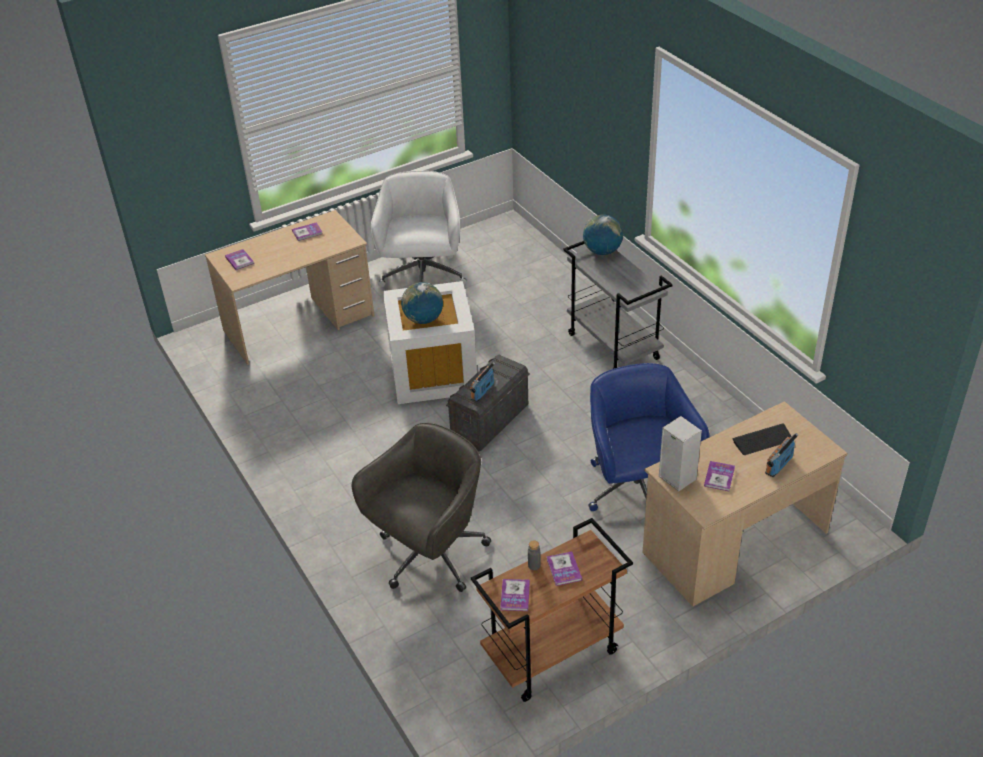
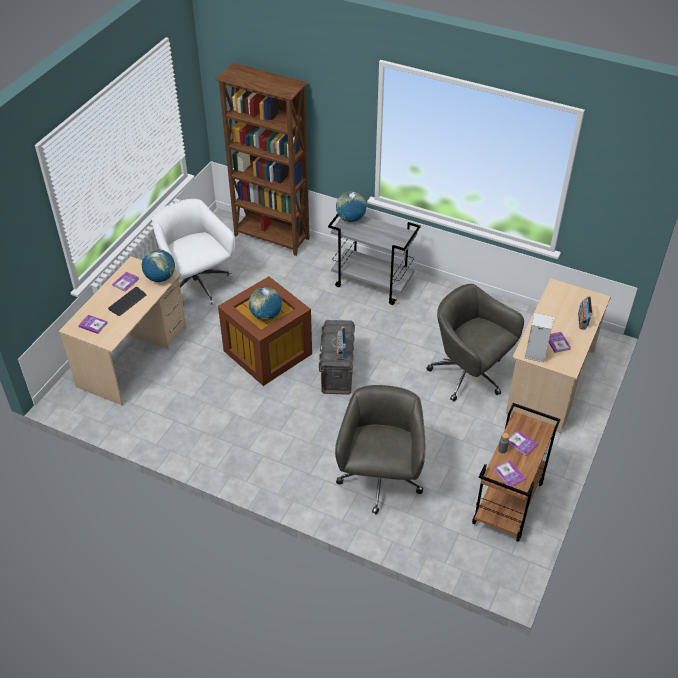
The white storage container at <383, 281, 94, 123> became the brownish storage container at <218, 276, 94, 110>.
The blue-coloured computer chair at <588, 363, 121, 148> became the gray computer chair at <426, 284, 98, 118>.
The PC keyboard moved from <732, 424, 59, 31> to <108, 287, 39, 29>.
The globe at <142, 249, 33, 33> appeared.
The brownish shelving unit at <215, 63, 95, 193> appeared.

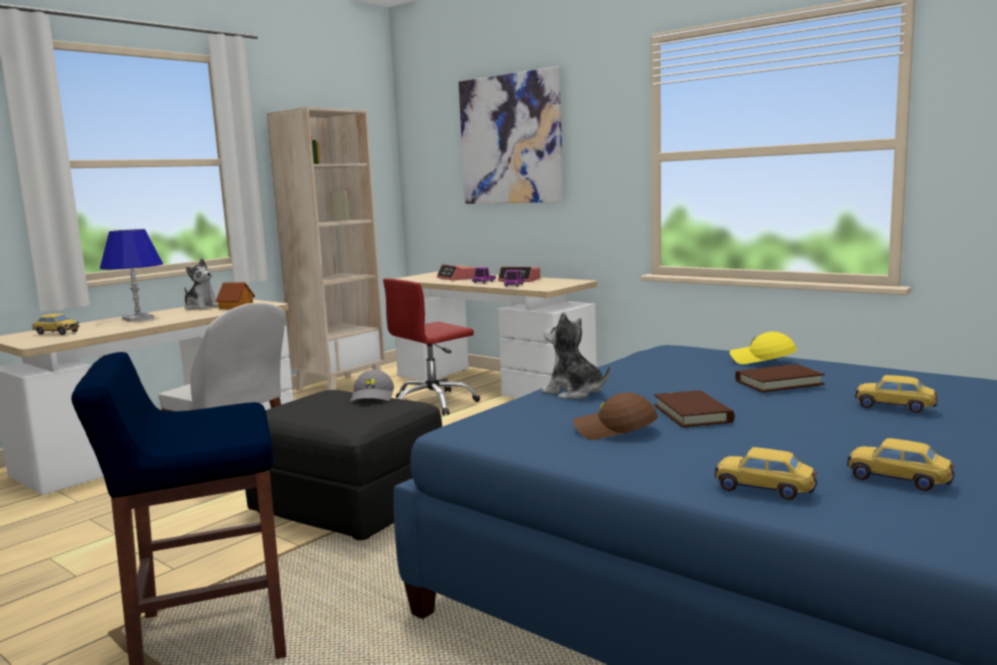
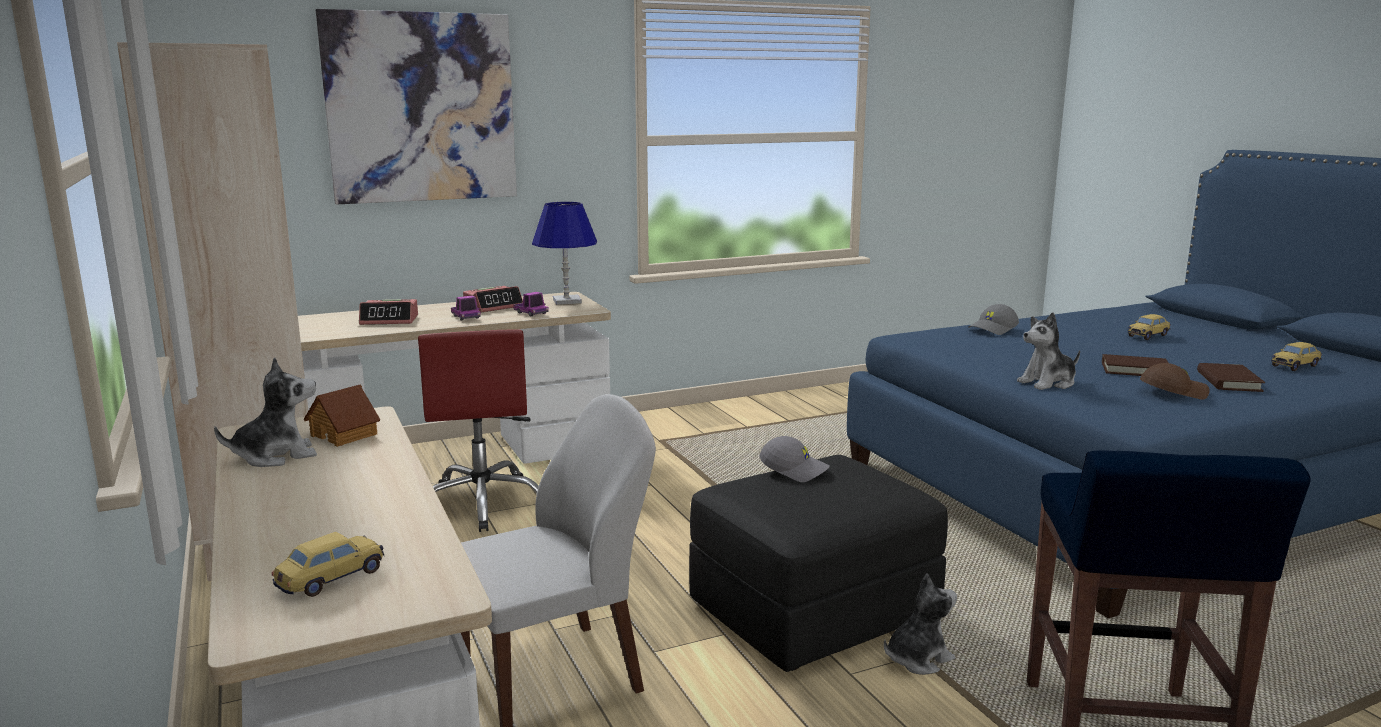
The blue-coloured tabletop lamp moved from <100, 229, 63, 93> to <532, 202, 65, 103>.
The brownish cap at <573, 393, 85, 47> turned 135 degrees counterclockwise.
The miniature car at <715, 447, 102, 53> disappeared.
The yellowish cap at <730, 332, 67, 32> became the gray cap at <968, 304, 51, 31>.
The brownish bound book moved from <735, 364, 90, 28> to <1197, 363, 68, 29>.
The cuddly toy at <884, 573, 73, 102> appeared.

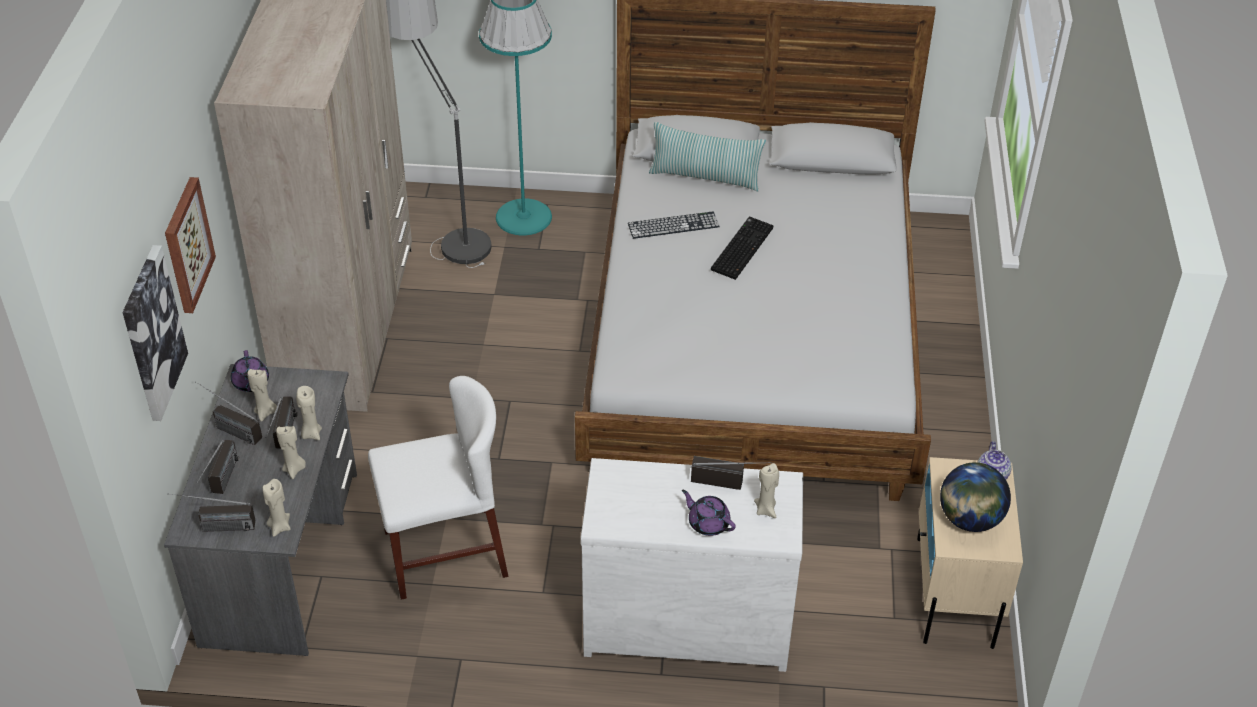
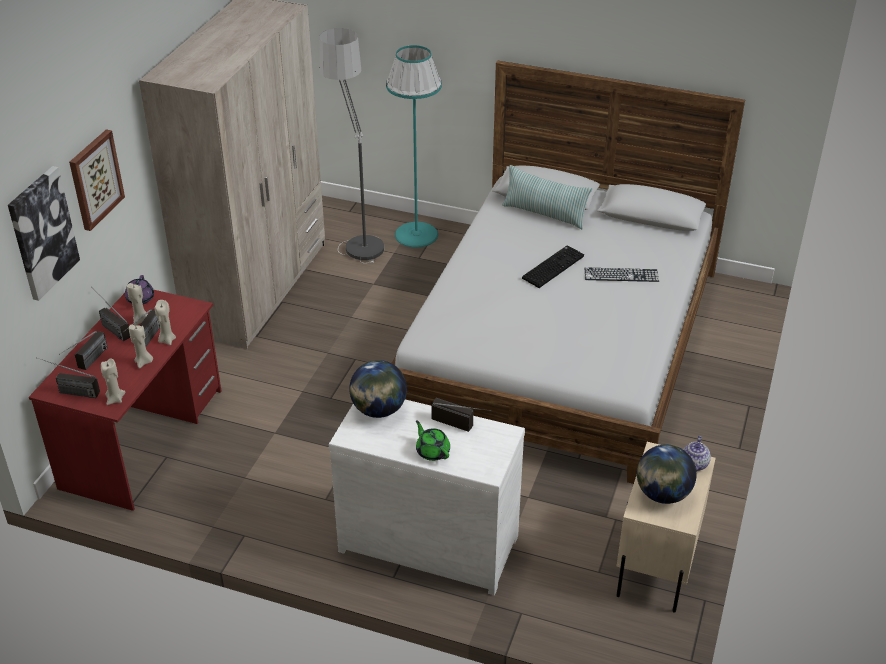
The gray desk unit at <164, 364, 193, 292> became the red-coloured desk unit at <29, 290, 192, 221>.
The white plain chair at <368, 376, 140, 224> disappeared.
The PC keyboard moved from <628, 211, 92, 28> to <584, 268, 75, 14>.
The purple pot for tea at <682, 490, 54, 46> became the greenish pot for tea at <416, 420, 34, 41>.
The beige candle at <754, 463, 25, 55> disappeared.
The globe at <349, 360, 58, 58> appeared.

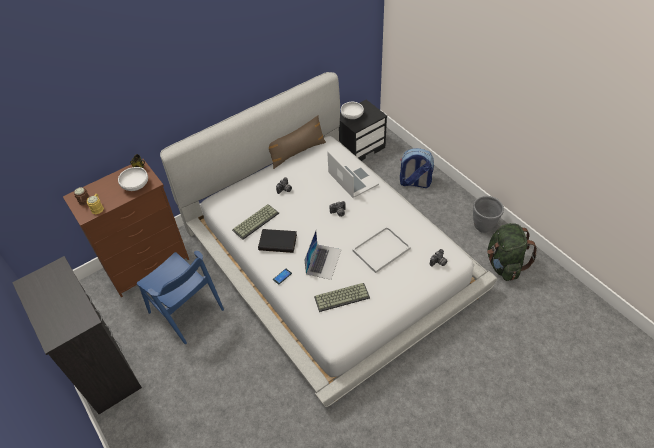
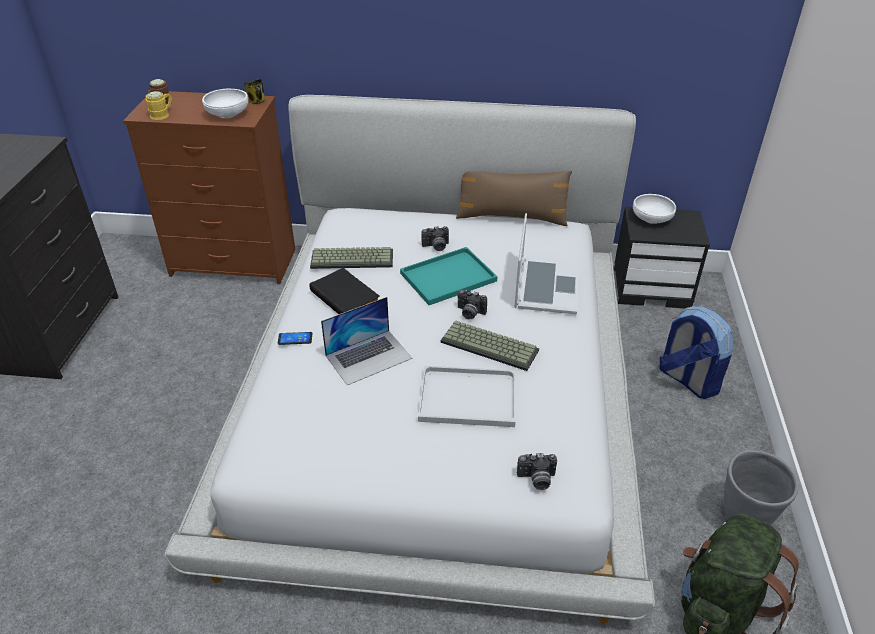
The blue-coloured plain chair at <137, 251, 87, 93> disappeared.
The PC keyboard moved from <314, 283, 56, 29> to <440, 320, 99, 51>.
The turquoise tray at <400, 247, 98, 58> appeared.

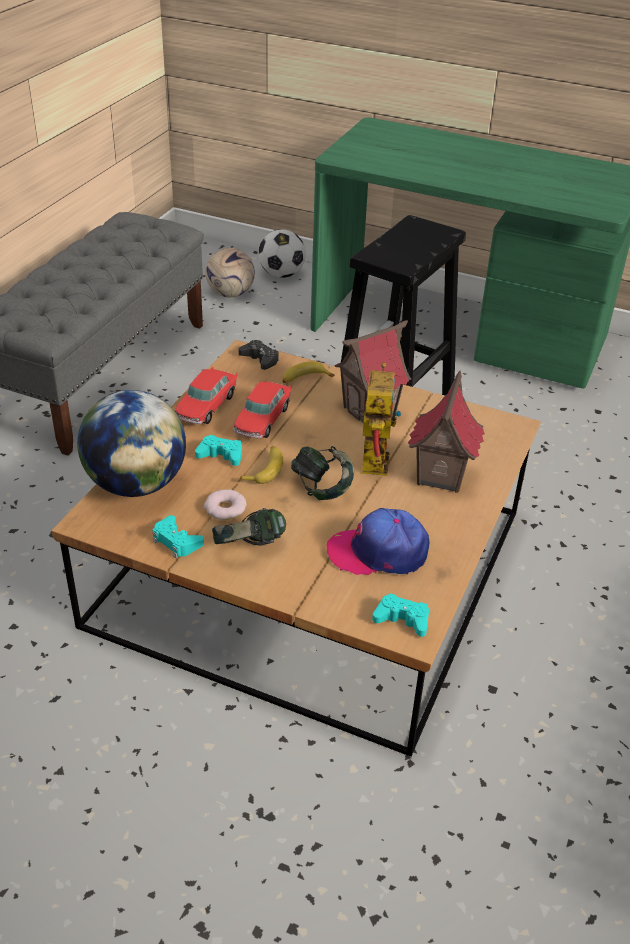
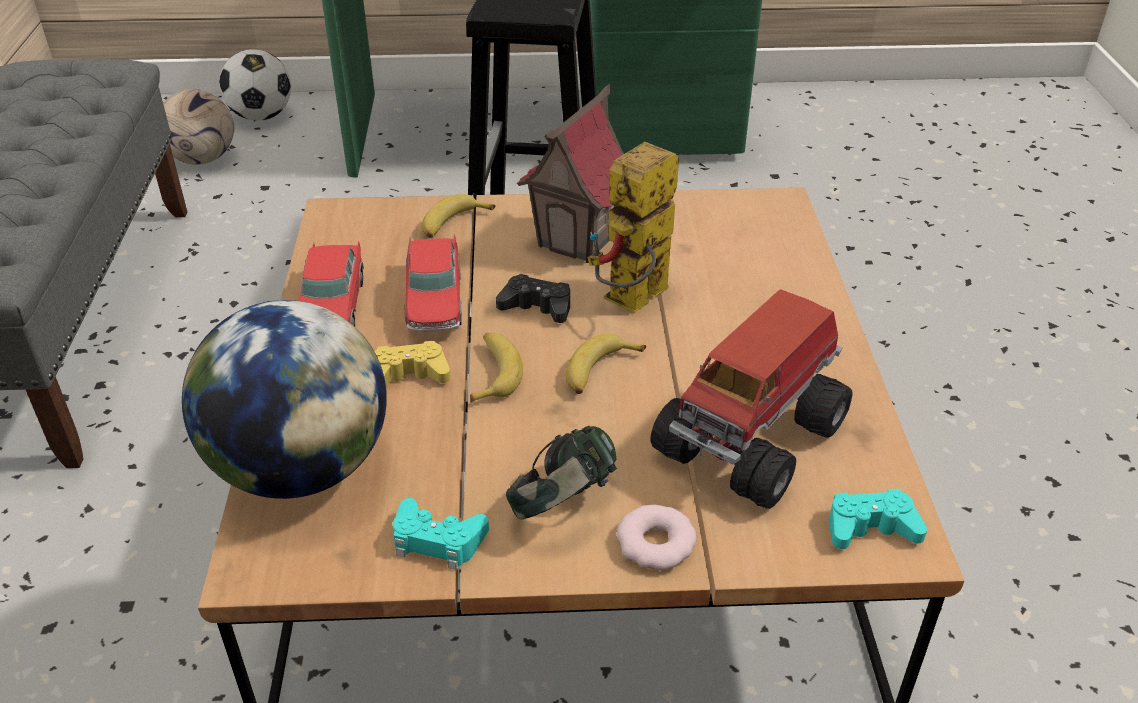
The turquoise gamepad at <195, 435, 47, 31> became the yellowish gamepad at <374, 340, 77, 46>.
The donut moved from <204, 489, 43, 31> to <617, 505, 80, 65>.
The black gamepad moved from <238, 340, 41, 30> to <496, 274, 74, 49>.
The headphones at <291, 446, 63, 54> was replaced by the banana fruit at <566, 334, 80, 60>.
The cap at <326, 508, 103, 67> was replaced by the model truck at <650, 289, 202, 220>.
The toy robot at <351, 363, 50, 113> turned 120 degrees counterclockwise.
The model house at <408, 371, 77, 122> disappeared.

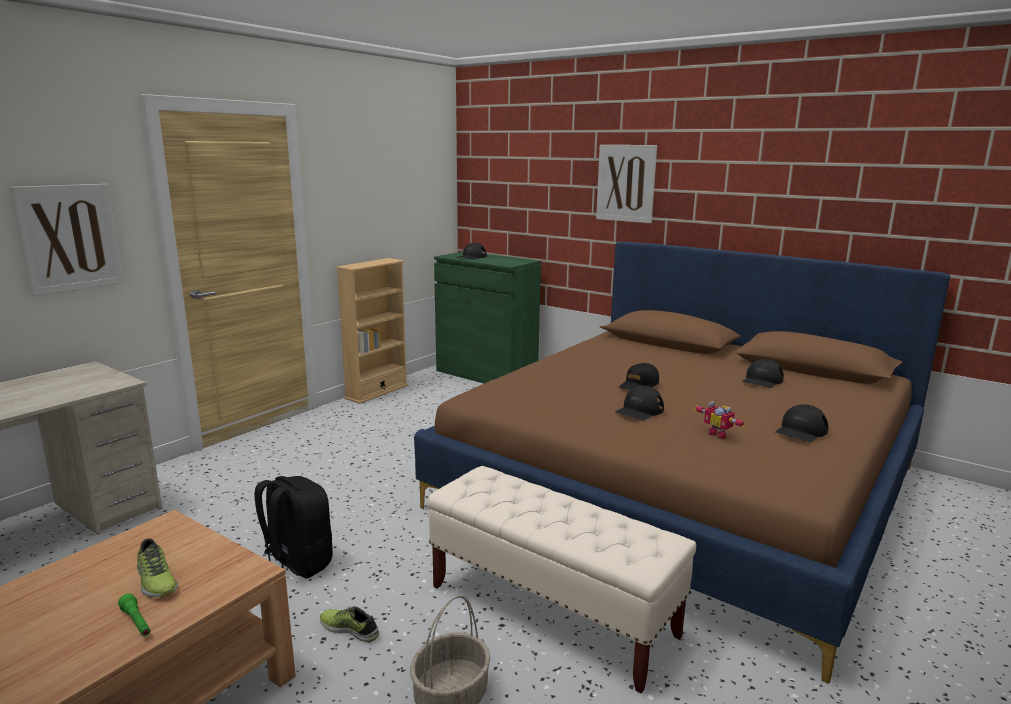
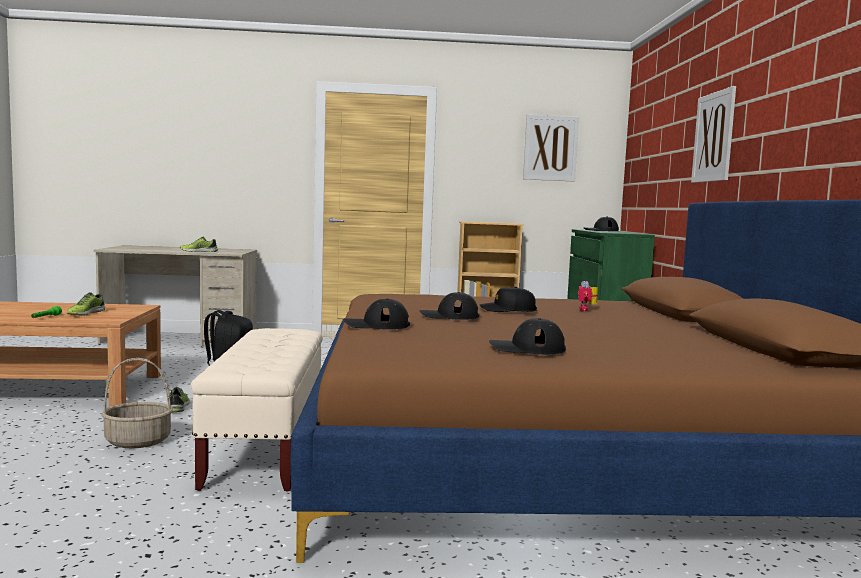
The wall art moved from <10, 184, 114, 112> to <523, 114, 56, 67>.
The toy robot moved from <694, 401, 53, 38> to <578, 281, 20, 30>.
The black cap moved from <742, 359, 42, 29> to <344, 299, 66, 30>.
The shoe at <180, 236, 38, 16> appeared.

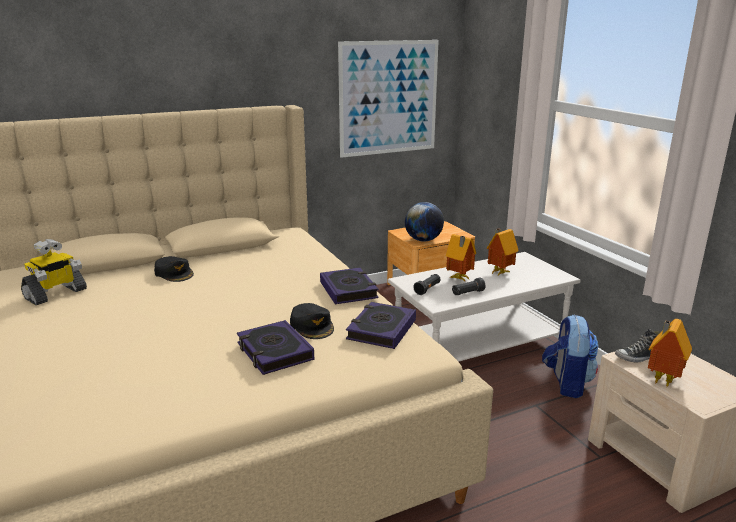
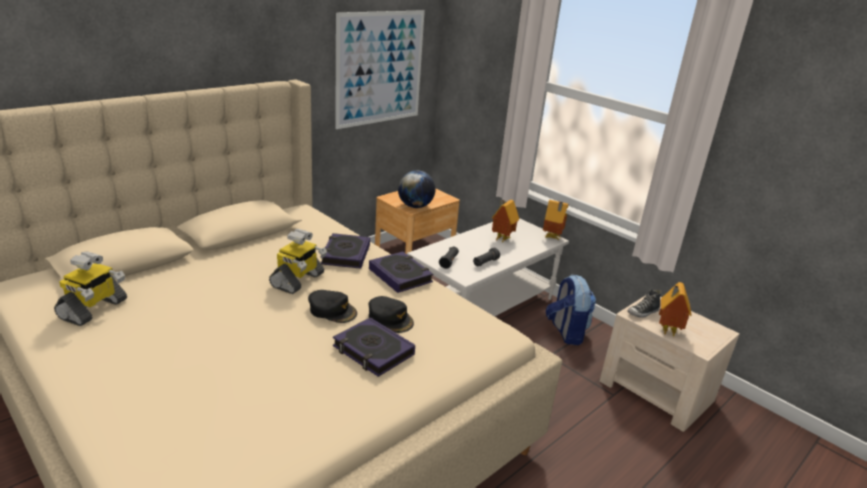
The black cap moved from <154, 256, 40, 26> to <308, 290, 49, 33>.
The bound book moved from <346, 302, 70, 47> to <321, 233, 49, 36>.
The model house moved from <446, 234, 30, 47> to <543, 200, 25, 40>.
The toy robot at <269, 229, 58, 65> appeared.

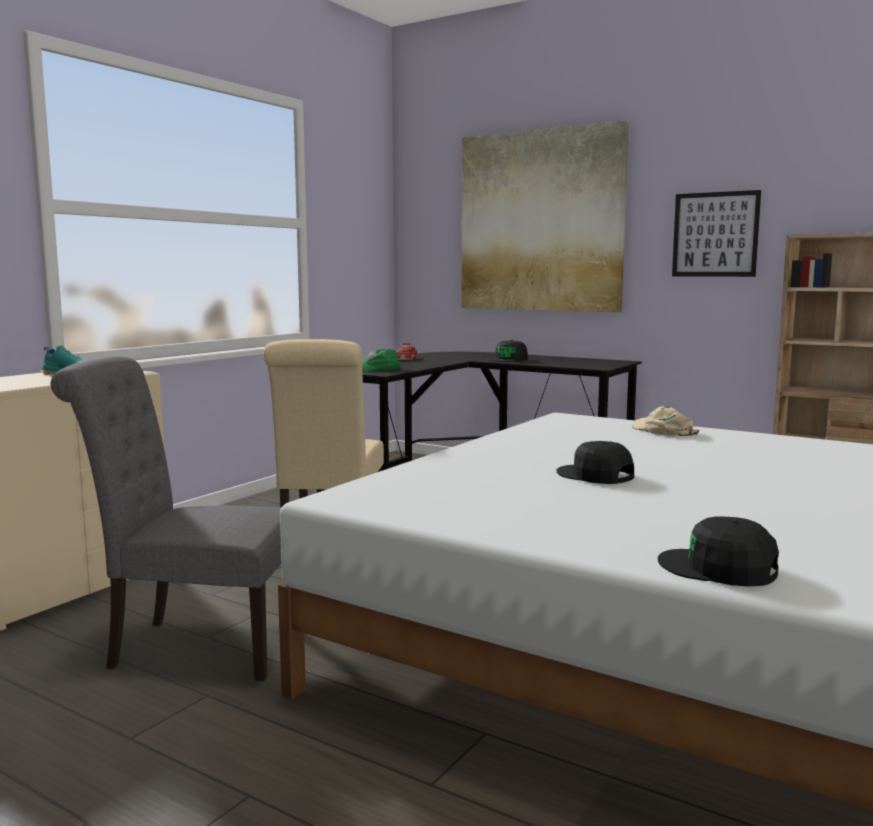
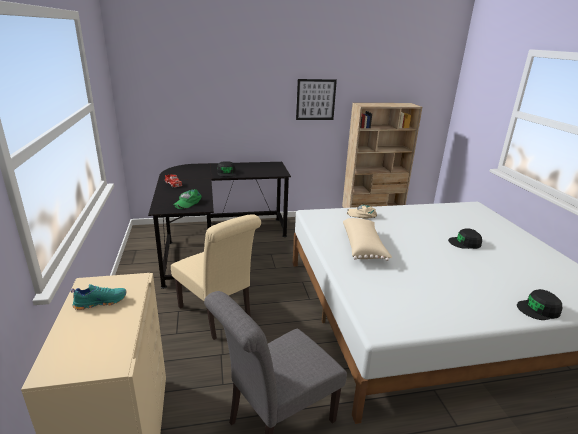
The wall art at <461, 120, 168, 192> disappeared.
The black cap moved from <557, 441, 77, 43> to <448, 228, 34, 21>.
The beige pillow at <343, 218, 49, 43> appeared.

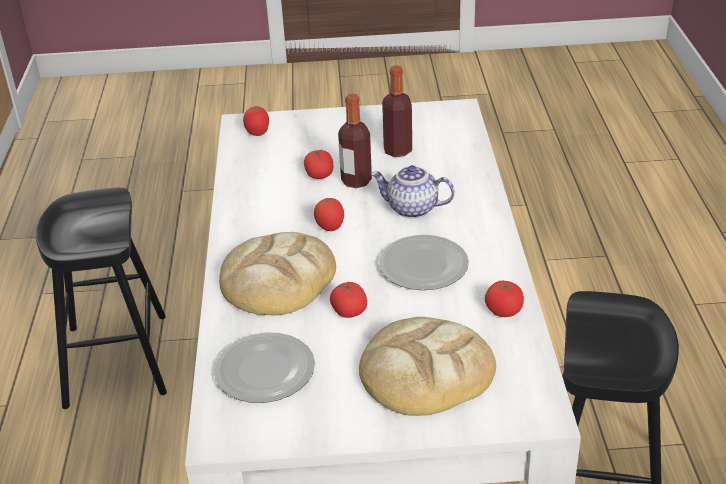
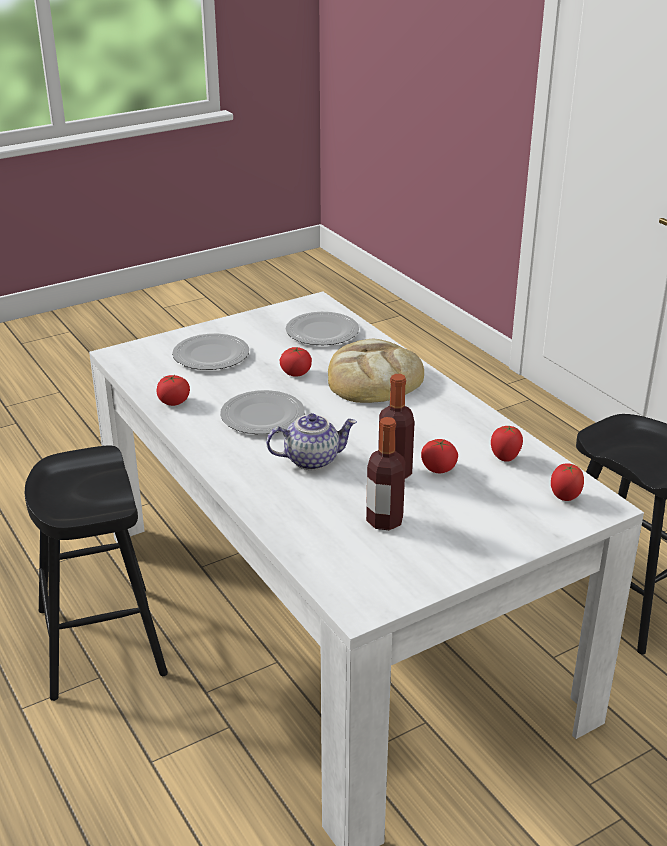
The fresh tomato moved from <314, 197, 30, 34> to <491, 426, 32, 36>.
The bread at <359, 317, 137, 99> was replaced by the dinner plate at <172, 334, 77, 36>.

